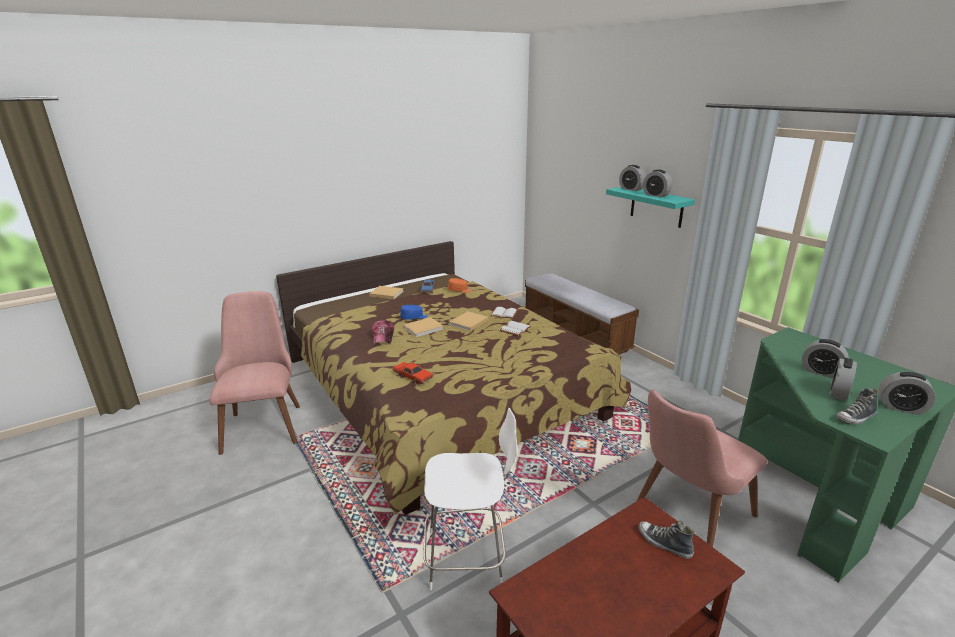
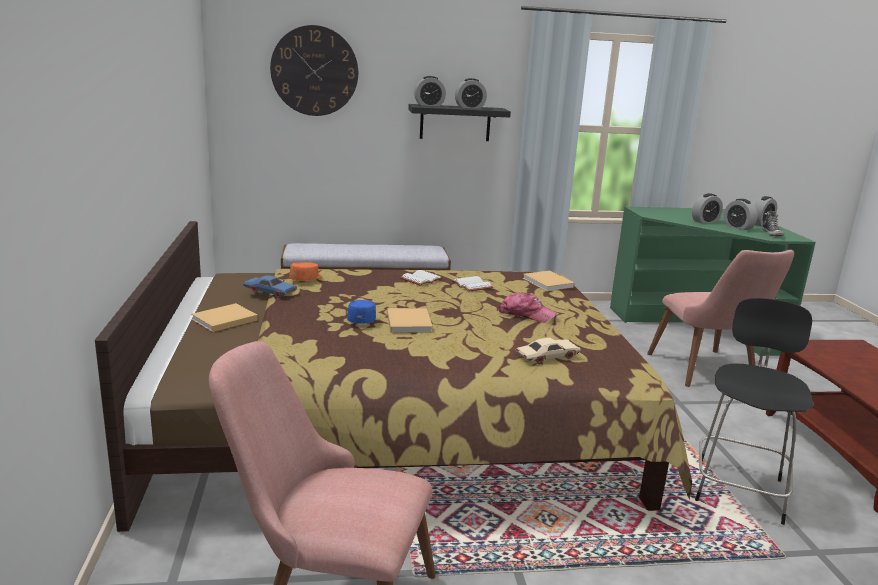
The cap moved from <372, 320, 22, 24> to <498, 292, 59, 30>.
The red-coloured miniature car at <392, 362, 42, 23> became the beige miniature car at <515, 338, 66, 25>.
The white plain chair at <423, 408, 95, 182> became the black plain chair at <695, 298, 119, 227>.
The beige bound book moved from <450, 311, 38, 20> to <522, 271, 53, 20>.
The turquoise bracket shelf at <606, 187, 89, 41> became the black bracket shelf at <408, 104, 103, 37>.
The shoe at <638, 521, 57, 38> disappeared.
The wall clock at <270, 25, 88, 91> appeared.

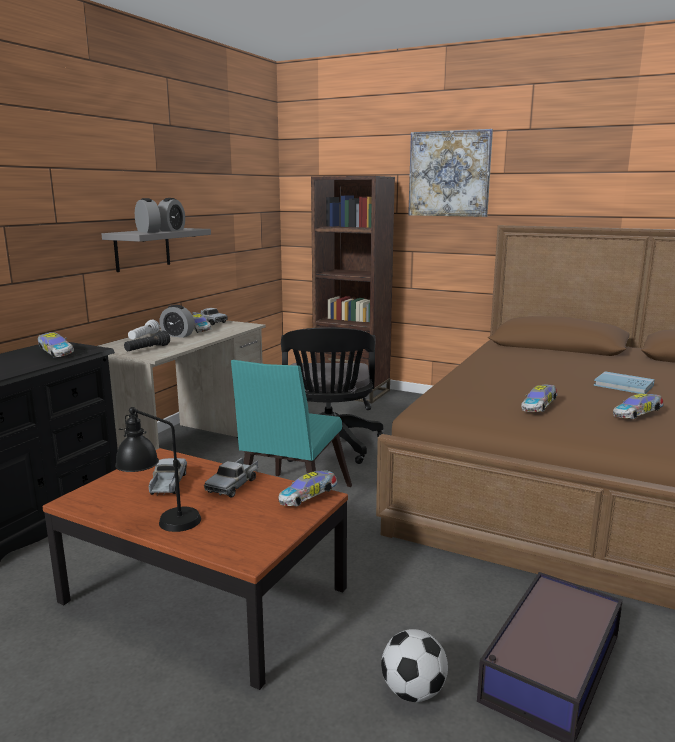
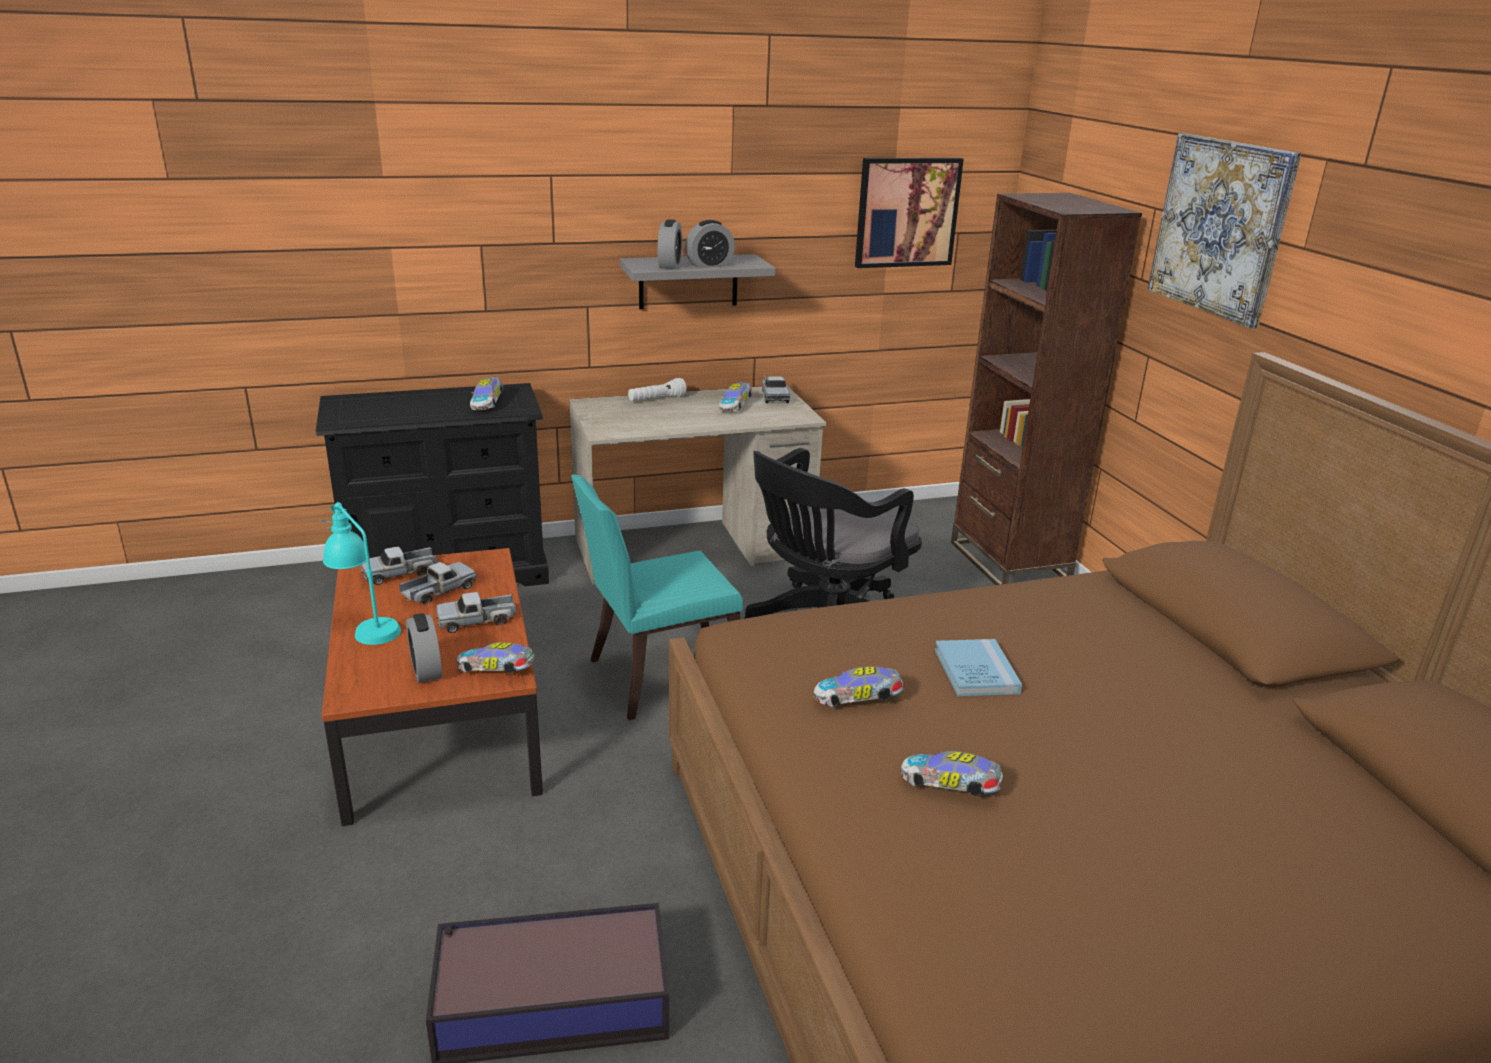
The black tabletop lamp at <115, 407, 86, 125> became the turquoise tabletop lamp at <320, 502, 81, 143>.
The black flashlight at <124, 331, 46, 20> disappeared.
The table clock moved from <159, 305, 35, 33> to <406, 613, 36, 70>.
The ball for football at <381, 629, 67, 73> disappeared.
The blue-coloured bound book moved from <594, 371, 61, 23> to <935, 639, 87, 57>.
The model truck at <361, 547, 76, 38> appeared.
The wall art at <855, 158, 109, 110> appeared.

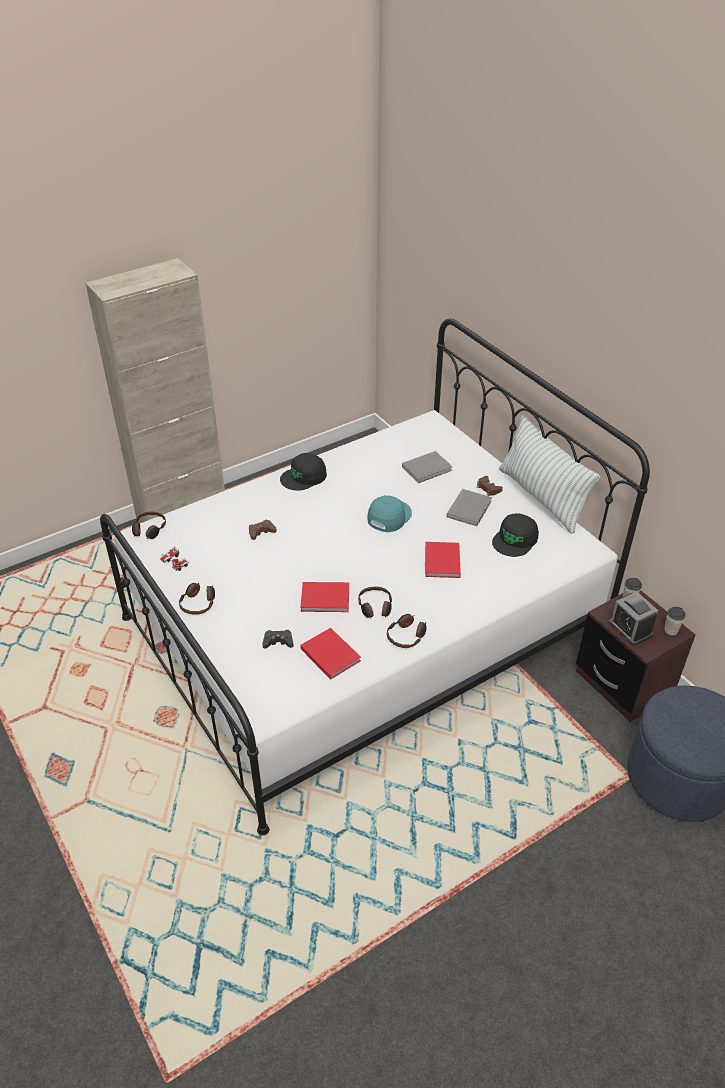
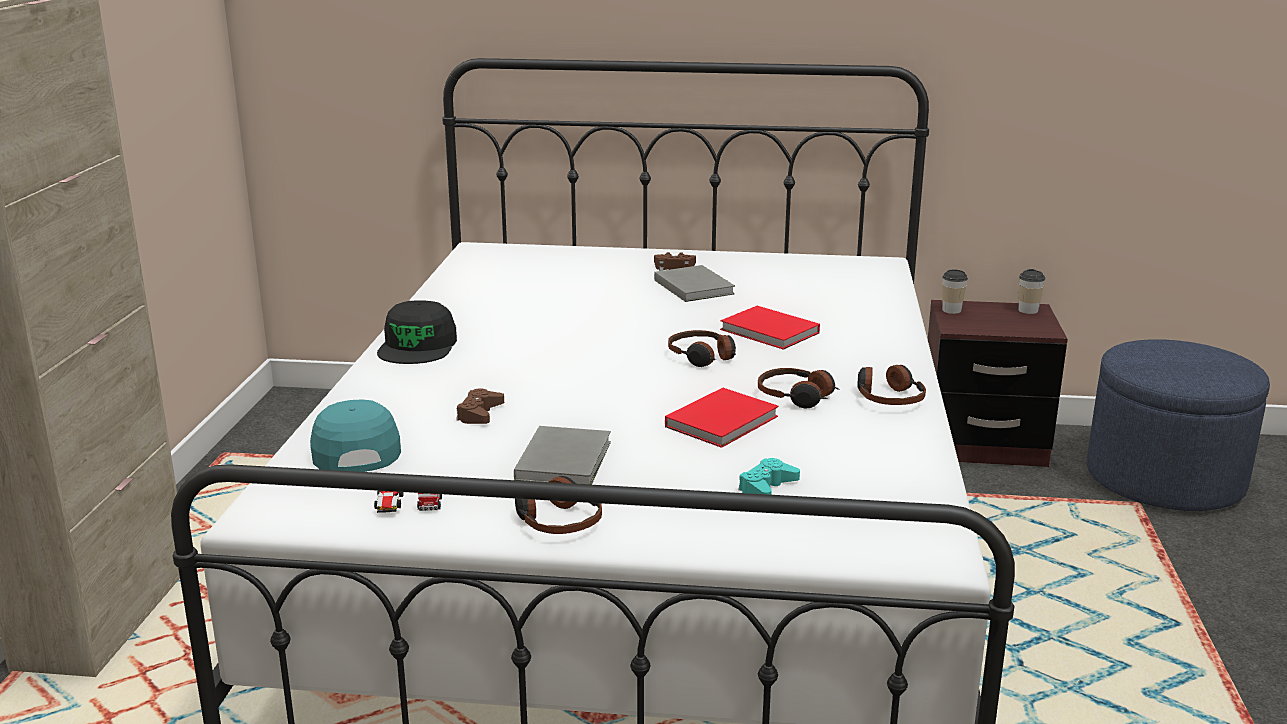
The headphones moved from <132, 512, 34, 27> to <668, 330, 68, 37>.
The black gamepad at <262, 630, 32, 19> became the turquoise gamepad at <738, 458, 62, 37>.
The red-coloured bound book at <300, 628, 61, 52> disappeared.
The turquoise cap moved from <367, 495, 45, 37> to <310, 399, 91, 73>.
The gray bound book moved from <402, 451, 51, 32> to <514, 426, 97, 59>.
The black cap at <492, 513, 47, 44> disappeared.
The pillow at <499, 415, 102, 119> disappeared.
The table clock at <609, 591, 49, 55> disappeared.

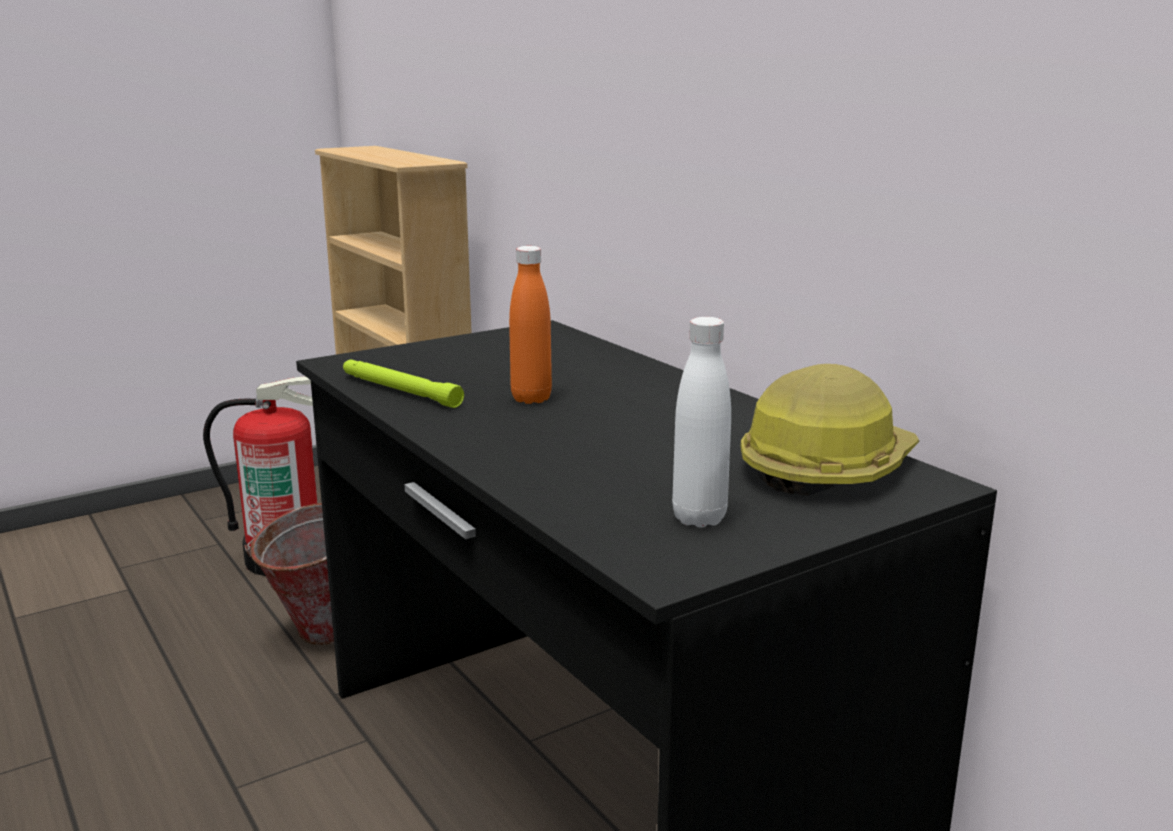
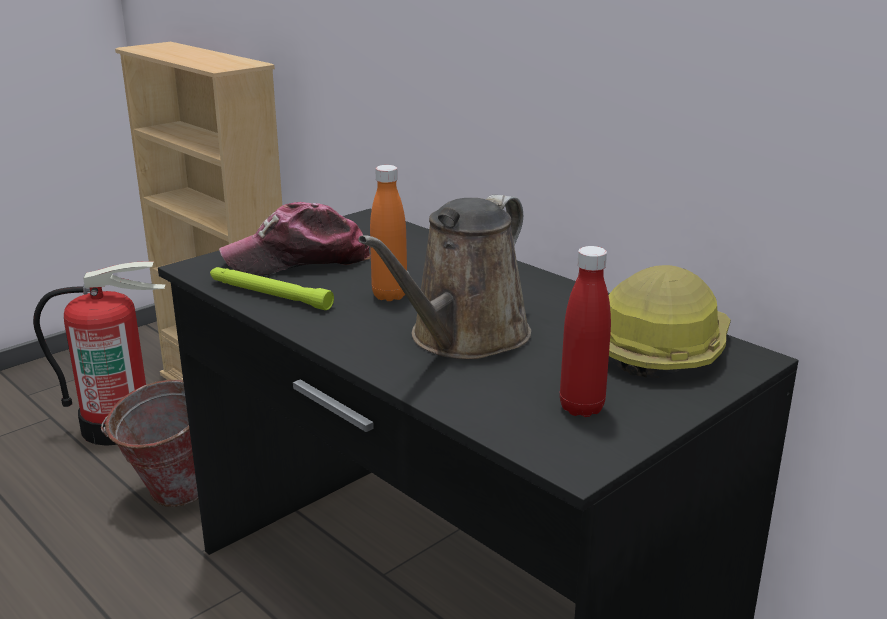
The white bottle at <672, 317, 59, 211> became the red-coloured bottle at <560, 246, 51, 171>.
The cap at <219, 202, 152, 74> appeared.
The brownish sprinkling can at <359, 195, 172, 164> appeared.

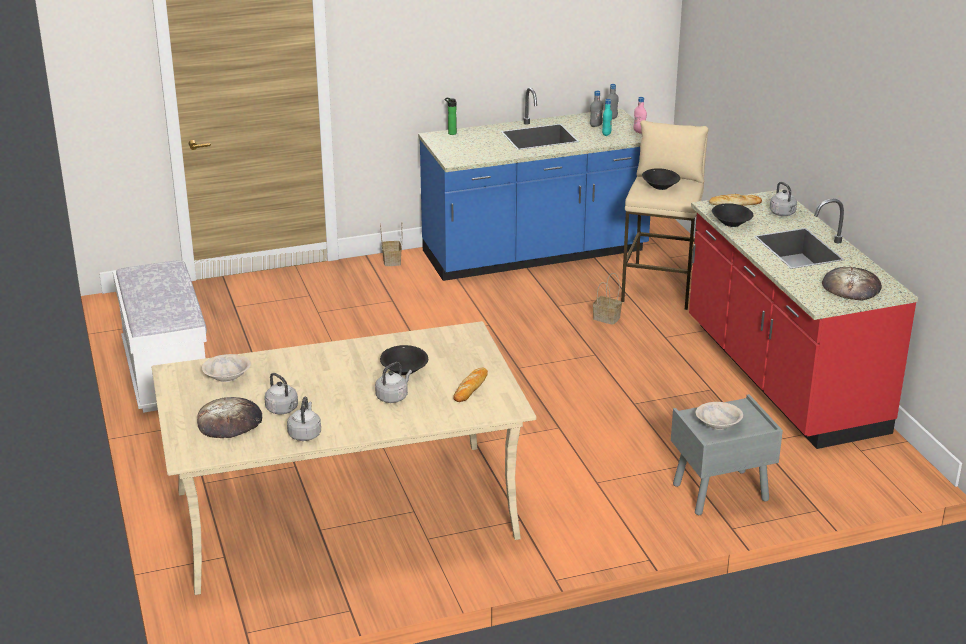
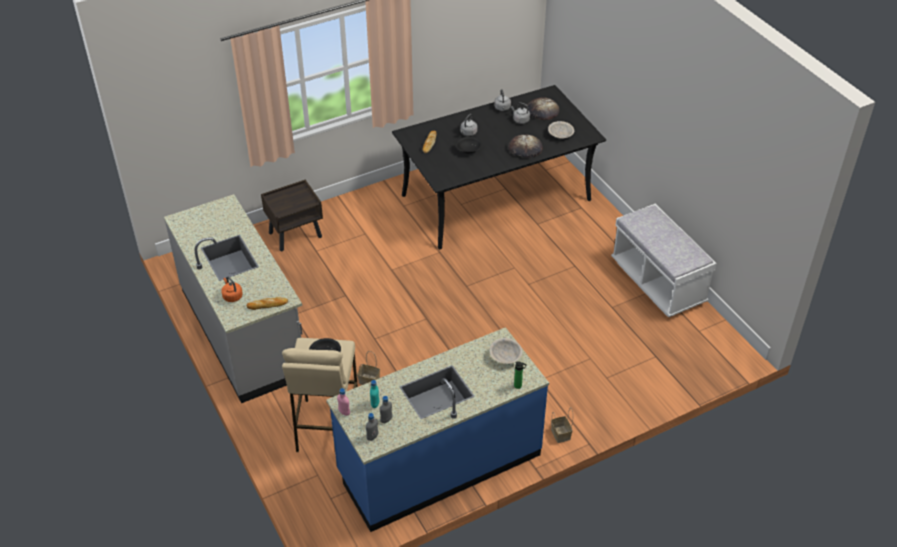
The beige dining table at <151, 321, 386, 274> became the black dining table at <392, 85, 214, 165>.
The gray bedside table at <671, 394, 112, 121> became the brownish bedside table at <261, 180, 62, 71>.
The red-coloured kitchen counter at <689, 189, 229, 260> became the gray kitchen counter at <164, 194, 138, 209>.
The beige bowl moved from <695, 402, 48, 28> to <490, 338, 32, 26>.
The black bowl at <712, 203, 42, 24> disappeared.
The gray tea kettle at <770, 182, 27, 34> became the orange-coloured tea kettle at <221, 277, 22, 25>.
The bread moved from <822, 267, 60, 33> to <508, 135, 35, 23>.

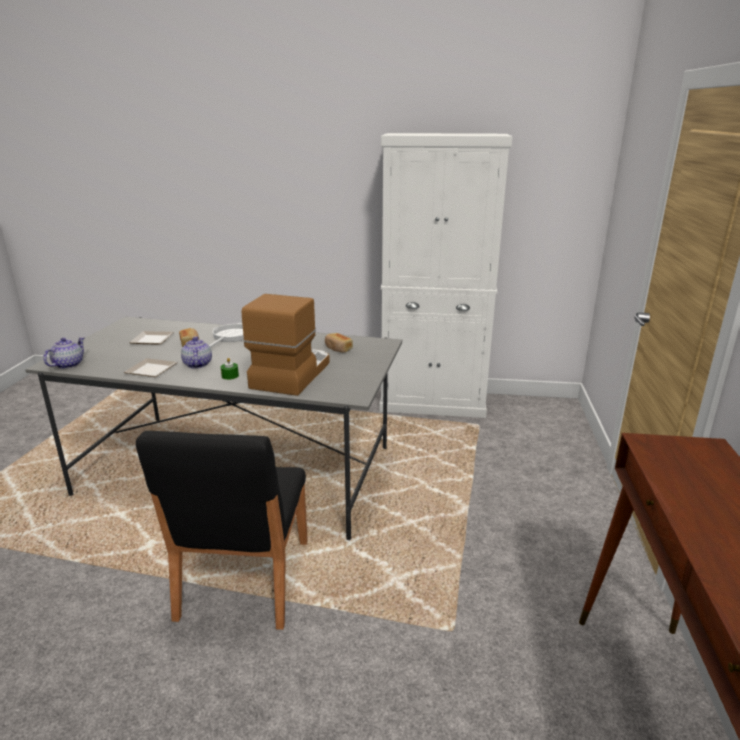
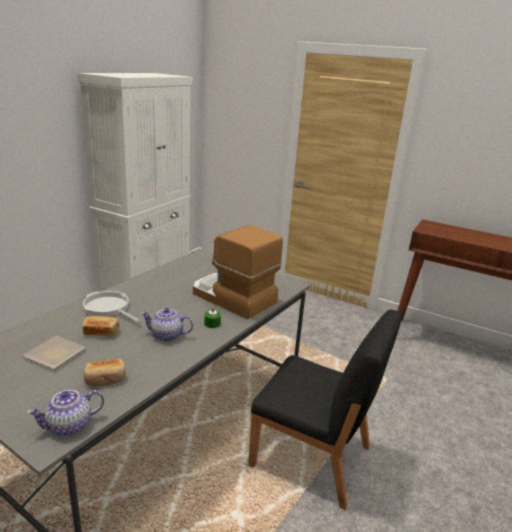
The pot for tea at <43, 337, 42, 32> turned 75 degrees counterclockwise.
The dinner plate at <124, 358, 53, 19> disappeared.
The bread moved from <325, 333, 28, 20> to <83, 359, 43, 28>.

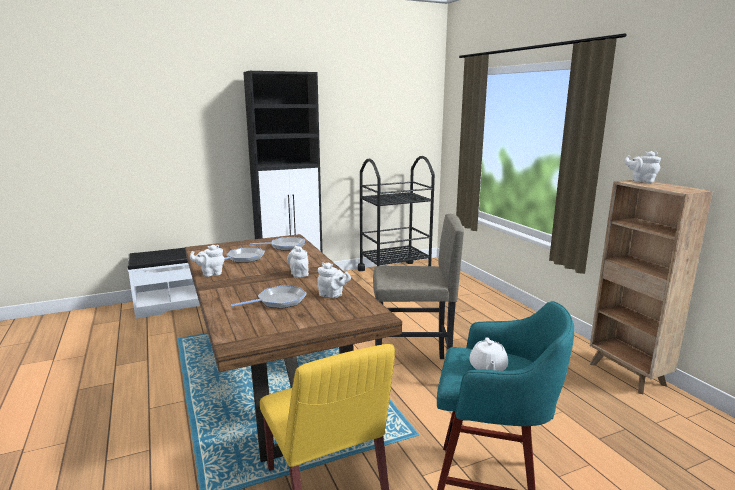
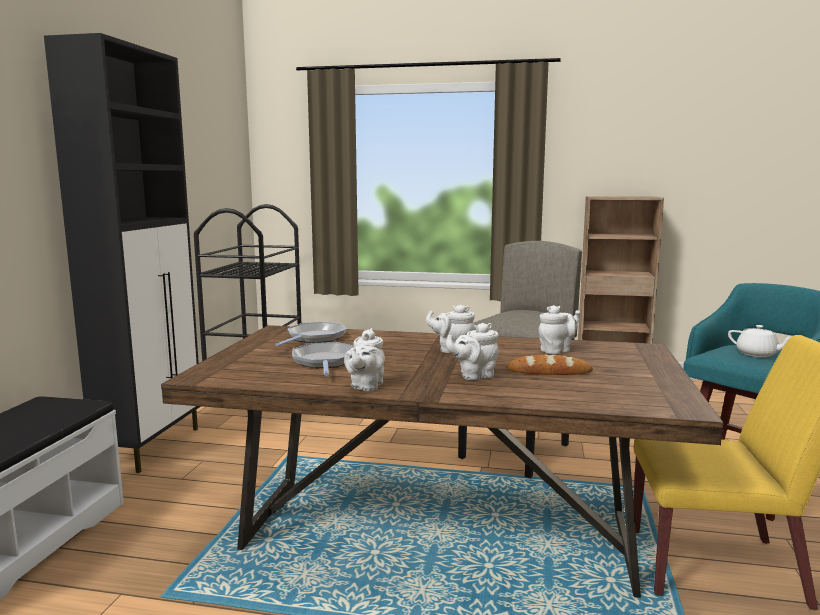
The pan at <231, 285, 75, 24> was replaced by the bread at <507, 354, 86, 21>.
The white pot for tea moved from <624, 151, 37, 32> to <446, 323, 53, 57>.

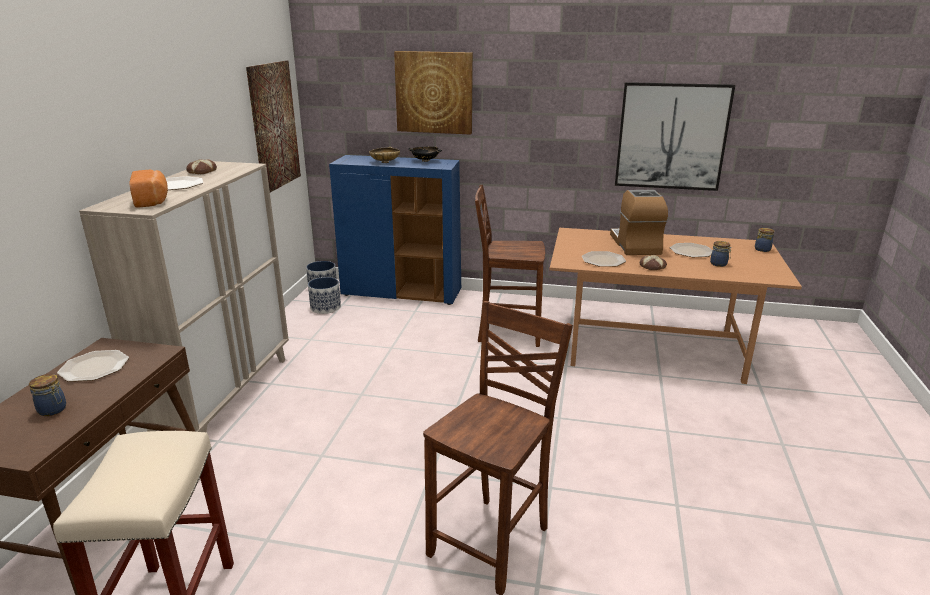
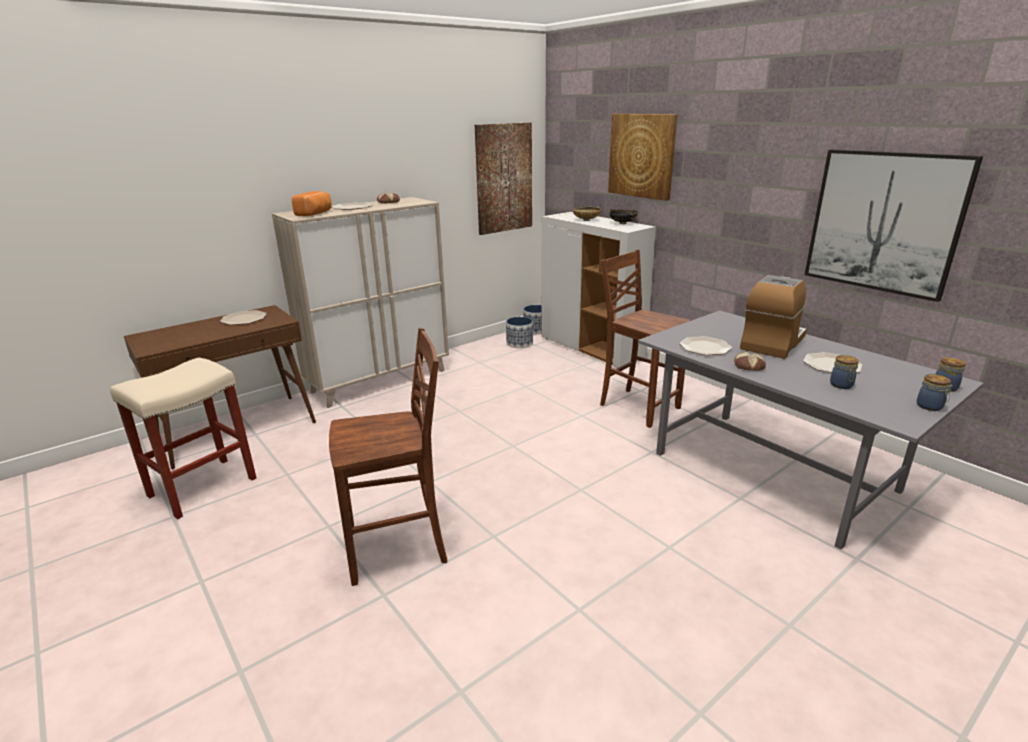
The preserve jar moved from <29, 374, 37, 42> to <917, 374, 36, 37>.
The blue-coloured cabinet at <329, 155, 132, 150> became the white cabinet at <542, 212, 114, 156>.
The brownish dining table at <550, 228, 252, 156> became the gray dining table at <638, 310, 346, 240>.

